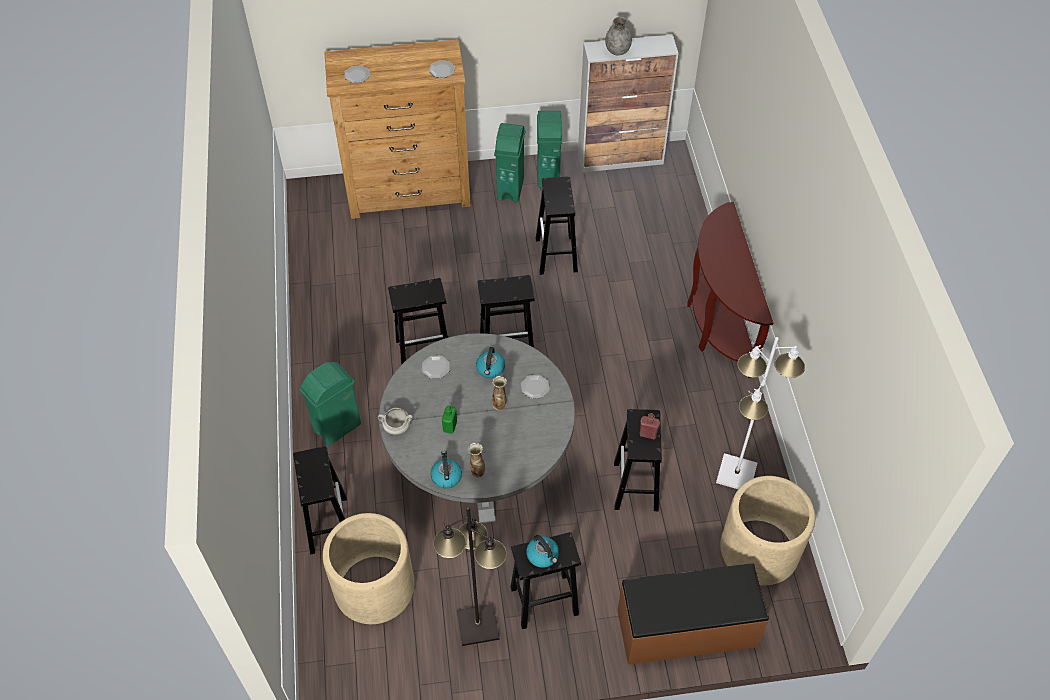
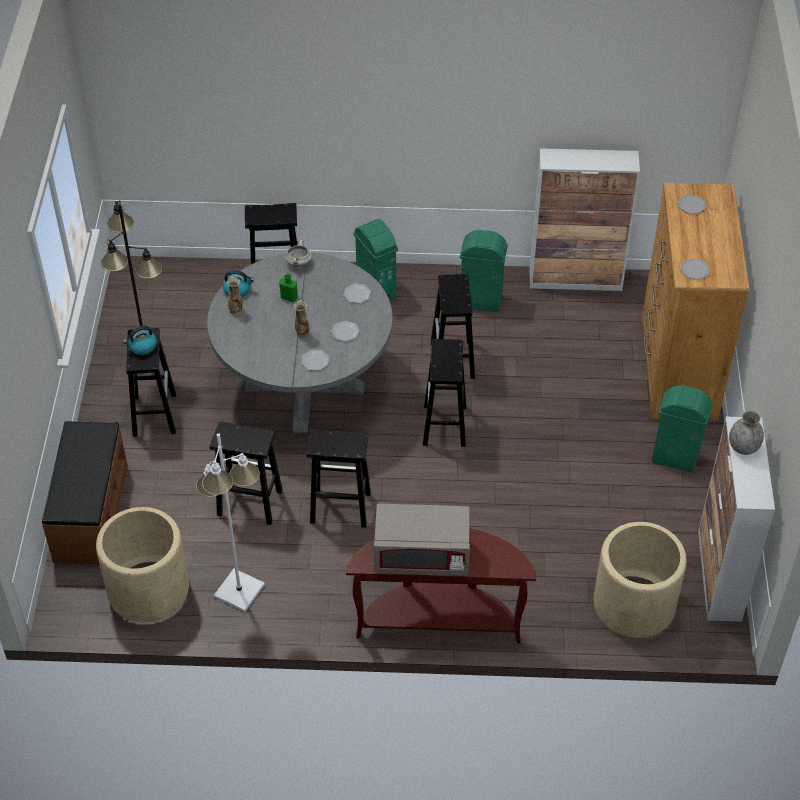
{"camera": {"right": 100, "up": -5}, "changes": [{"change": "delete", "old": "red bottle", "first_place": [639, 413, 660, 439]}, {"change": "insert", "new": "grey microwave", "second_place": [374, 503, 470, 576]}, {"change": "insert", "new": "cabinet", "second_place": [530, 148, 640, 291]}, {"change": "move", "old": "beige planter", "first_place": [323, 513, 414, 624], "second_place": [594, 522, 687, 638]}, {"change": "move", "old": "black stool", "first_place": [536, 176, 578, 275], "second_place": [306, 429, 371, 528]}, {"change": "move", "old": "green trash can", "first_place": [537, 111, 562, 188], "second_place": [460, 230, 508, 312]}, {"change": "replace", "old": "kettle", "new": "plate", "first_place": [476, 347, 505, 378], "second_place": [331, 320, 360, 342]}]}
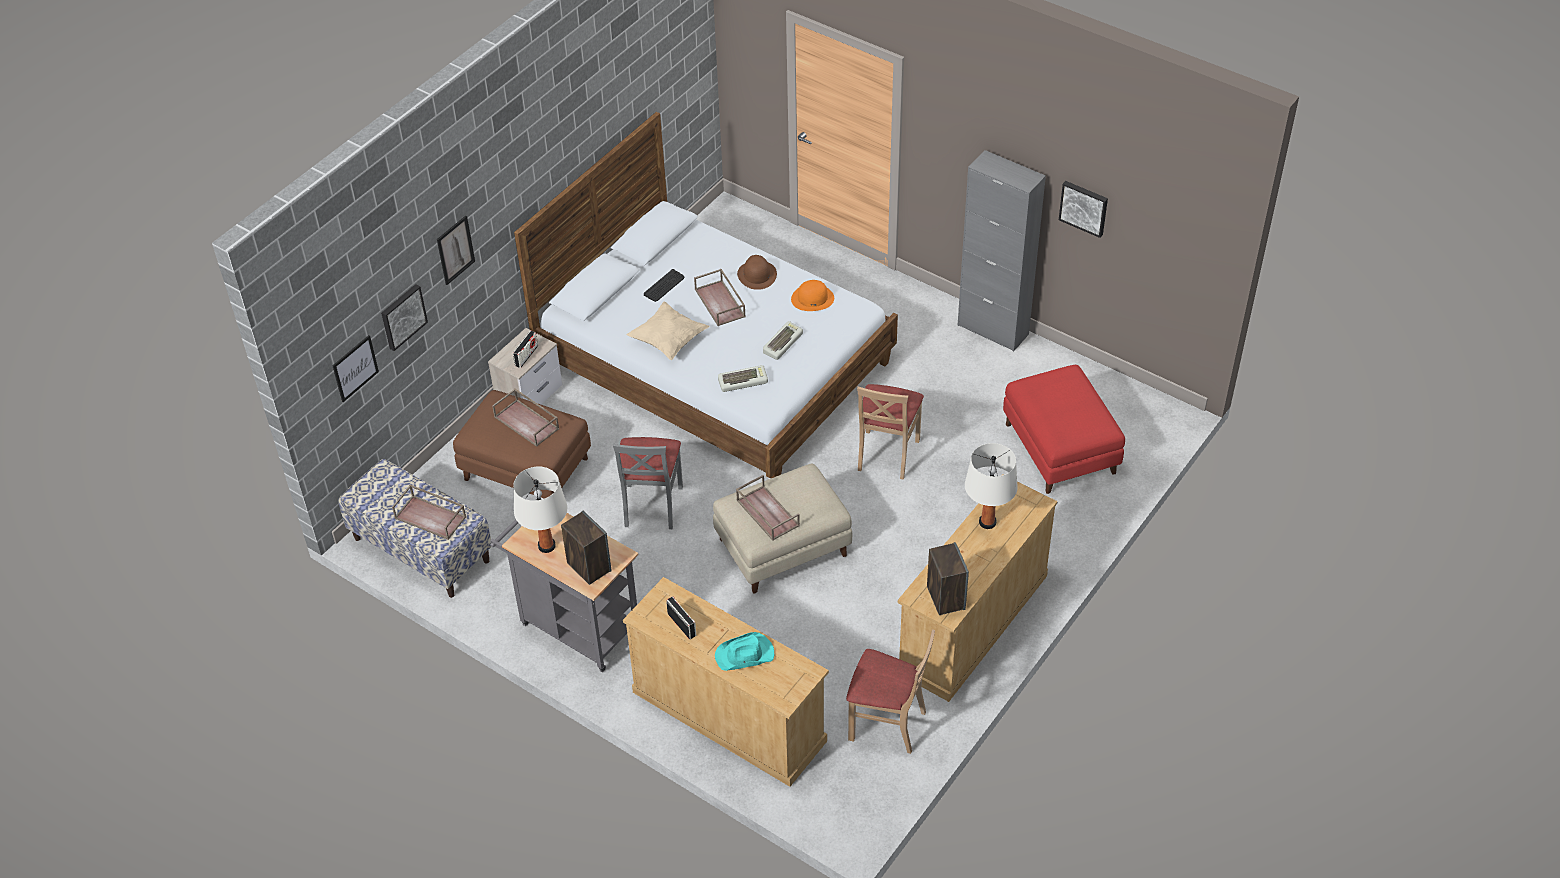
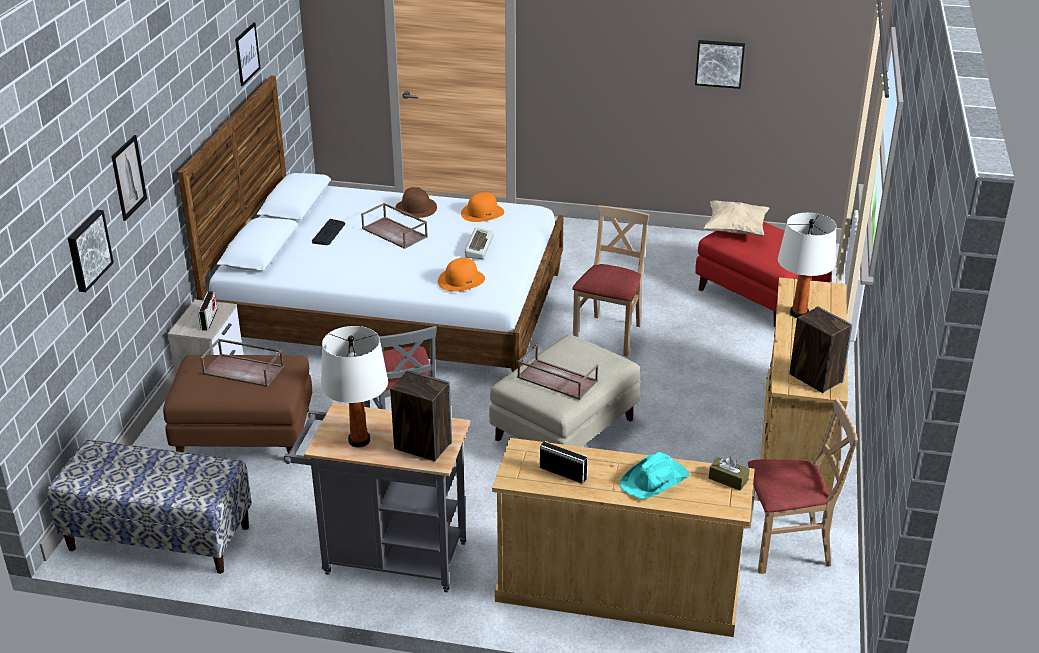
{"camera": {"right": -25, "up": -15}, "changes": [{"change": "delete", "old": "brown tray", "first_place": [392, 485, 466, 540]}, {"change": "delete", "old": "grey cabinet", "first_place": [958, 150, 1046, 352]}, {"change": "insert", "new": "brown tissue box", "second_place": [709, 457, 750, 491]}, {"change": "move", "old": "picture", "first_place": [332, 335, 379, 402], "second_place": [235, 22, 261, 86]}, {"change": "move", "old": "beige pillow", "first_place": [626, 301, 710, 360], "second_place": [704, 200, 769, 236]}, {"change": "replace", "old": "keyboard", "new": "orange hat", "first_place": [718, 365, 768, 392], "second_place": [438, 258, 485, 292]}, {"change": "rotate", "old": "beige chair", "first_place": [857, 384, 924, 480], "second_place": [572, 205, 649, 356], "degrees": -150}]}
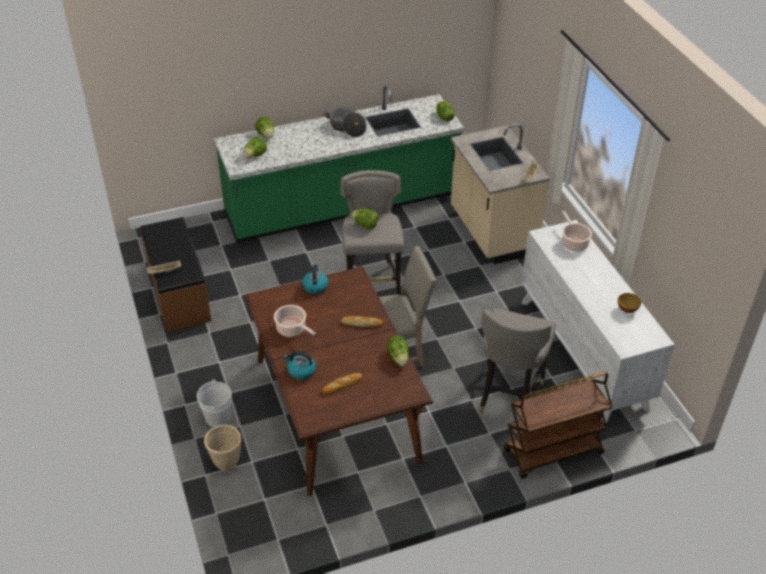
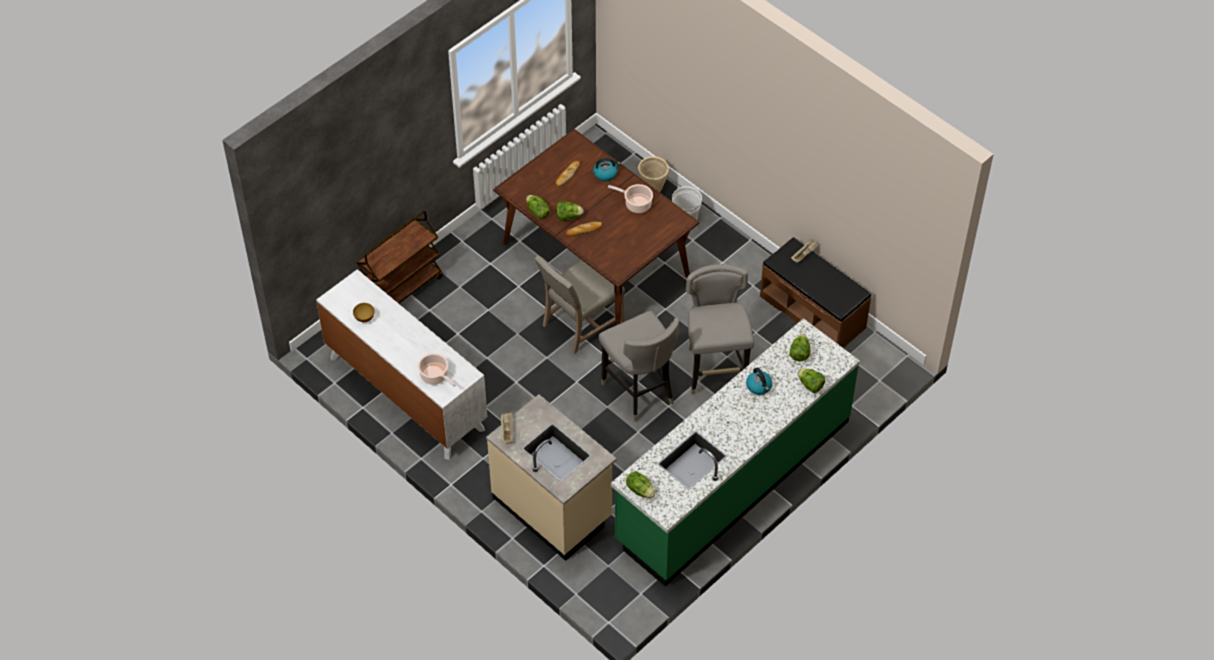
{"camera": {"right": 155, "up": 10}, "changes": [{"change": "delete", "old": "cooking pot", "first_place": [324, 107, 367, 137]}, {"change": "move", "old": "kettle", "first_place": [302, 264, 329, 294], "second_place": [746, 367, 772, 395]}, {"change": "move", "old": "lettuce", "first_place": [351, 209, 378, 229], "second_place": [556, 202, 584, 221]}, {"change": "move", "old": "grey stool", "first_place": [478, 308, 556, 414], "second_place": [686, 264, 754, 394]}]}
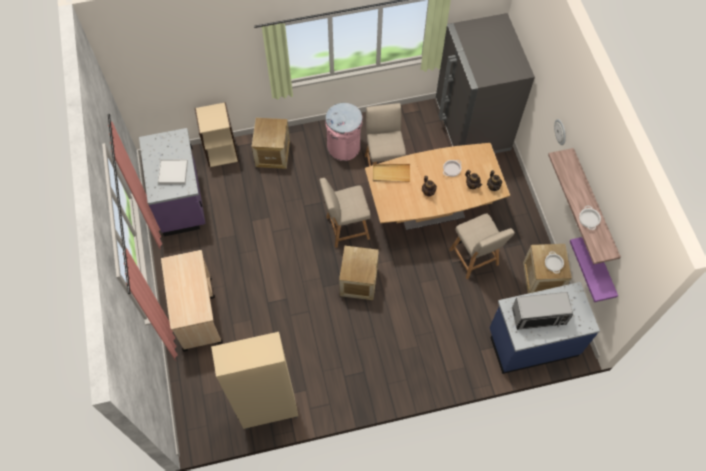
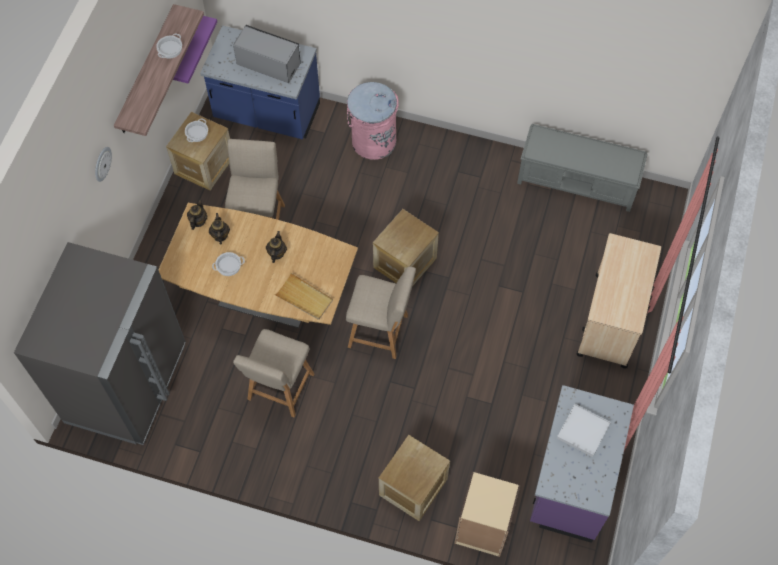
{"camera": {"right": -150, "up": 0}, "changes": [{"change": "move", "old": "pink trash can", "first_place": [325, 103, 363, 161], "second_place": [347, 82, 399, 160]}, {"change": "replace", "old": "beige cabinet", "new": "grey bench", "first_place": [211, 332, 298, 430], "second_place": [517, 124, 648, 212]}]}
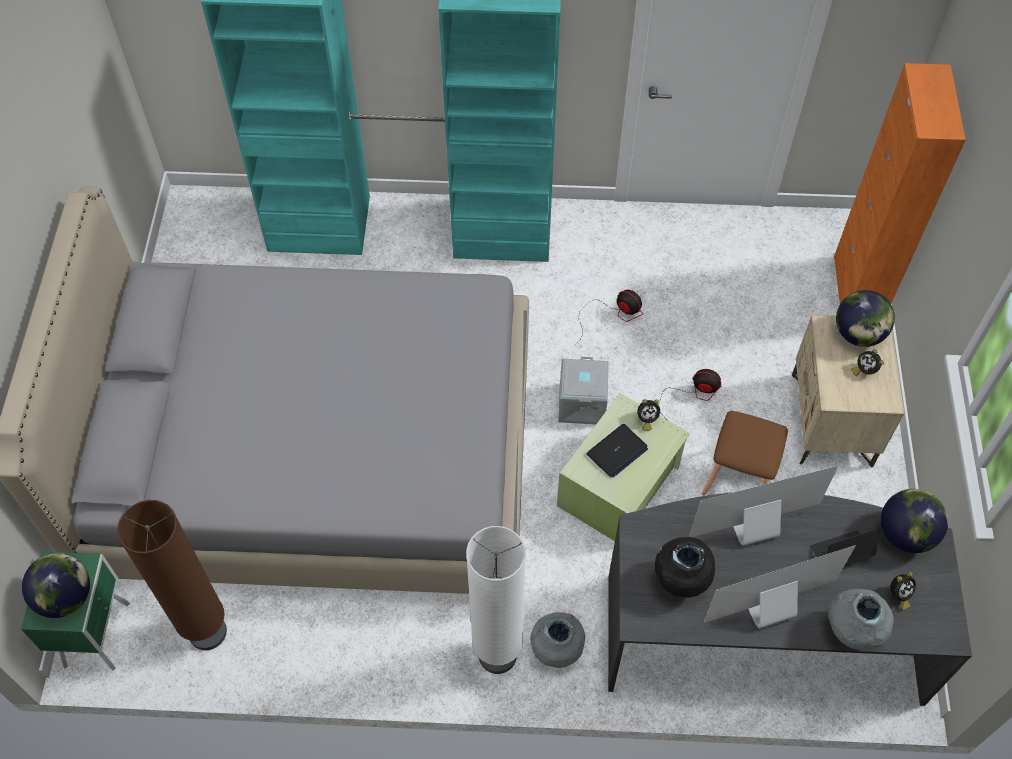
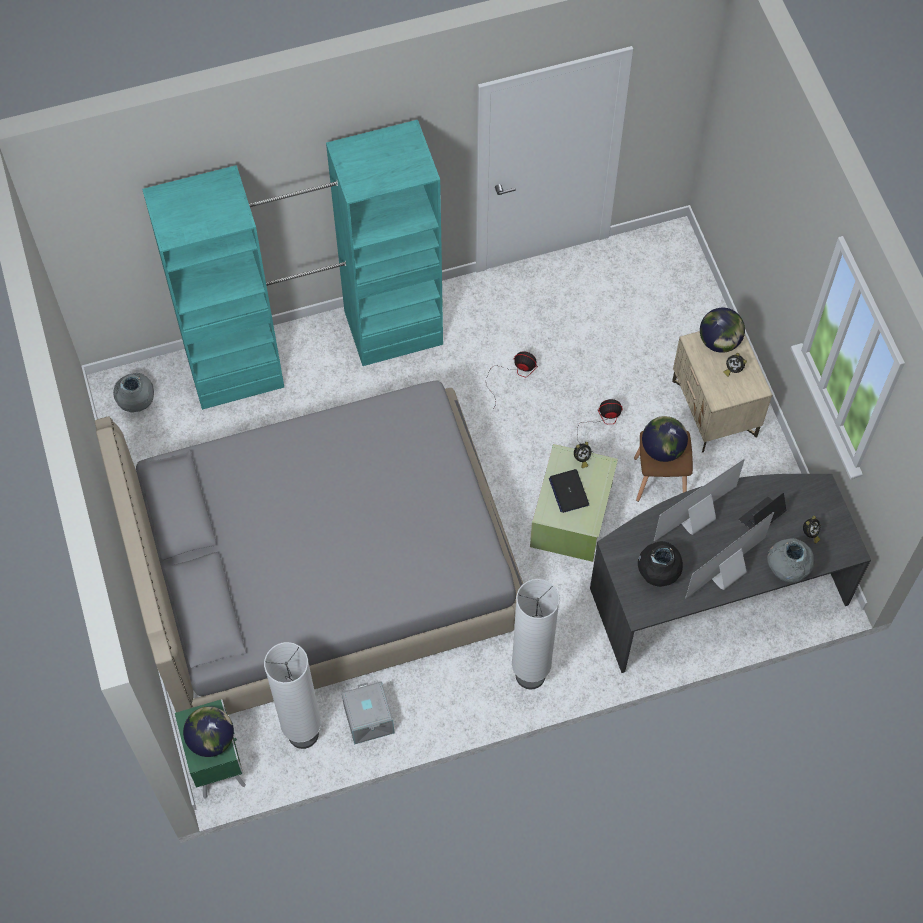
{"camera": {"right": -20, "up": 5}, "changes": [{"change": "delete", "old": "orange cabinet", "first_place": [834, 63, 966, 304]}, {"change": "move", "old": "grey vase", "first_place": [530, 612, 585, 668], "second_place": [113, 373, 154, 412]}, {"change": "move", "old": "grey storage box", "first_place": [558, 357, 609, 424], "second_place": [342, 682, 394, 745]}, {"change": "move", "old": "globe", "first_place": [881, 489, 948, 553], "second_place": [642, 416, 688, 462]}, {"change": "recolor", "old": "brown floor lamp", "new": "white floor lamp", "first_place": [117, 500, 227, 650], "second_place": [264, 642, 321, 749]}, {"change": "rotate", "old": "laptop", "first_place": [586, 424, 648, 478], "second_place": [549, 469, 589, 513], "degrees": 135}]}
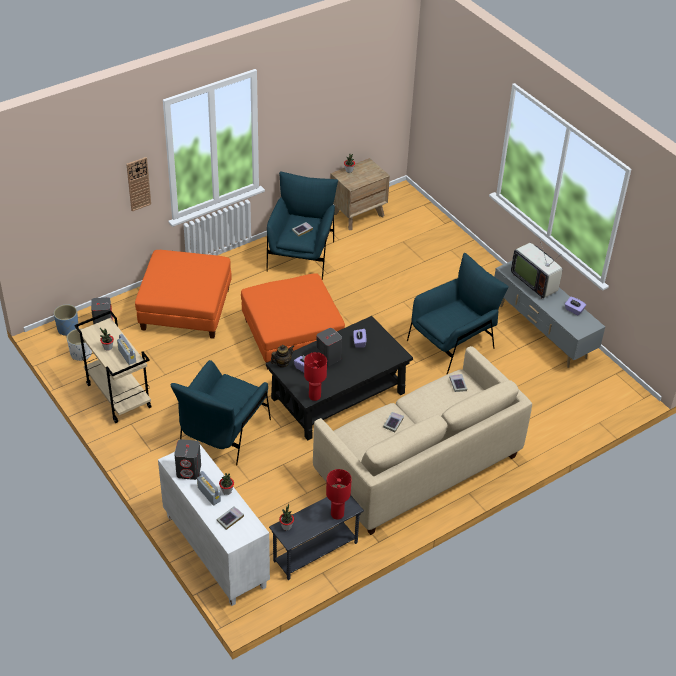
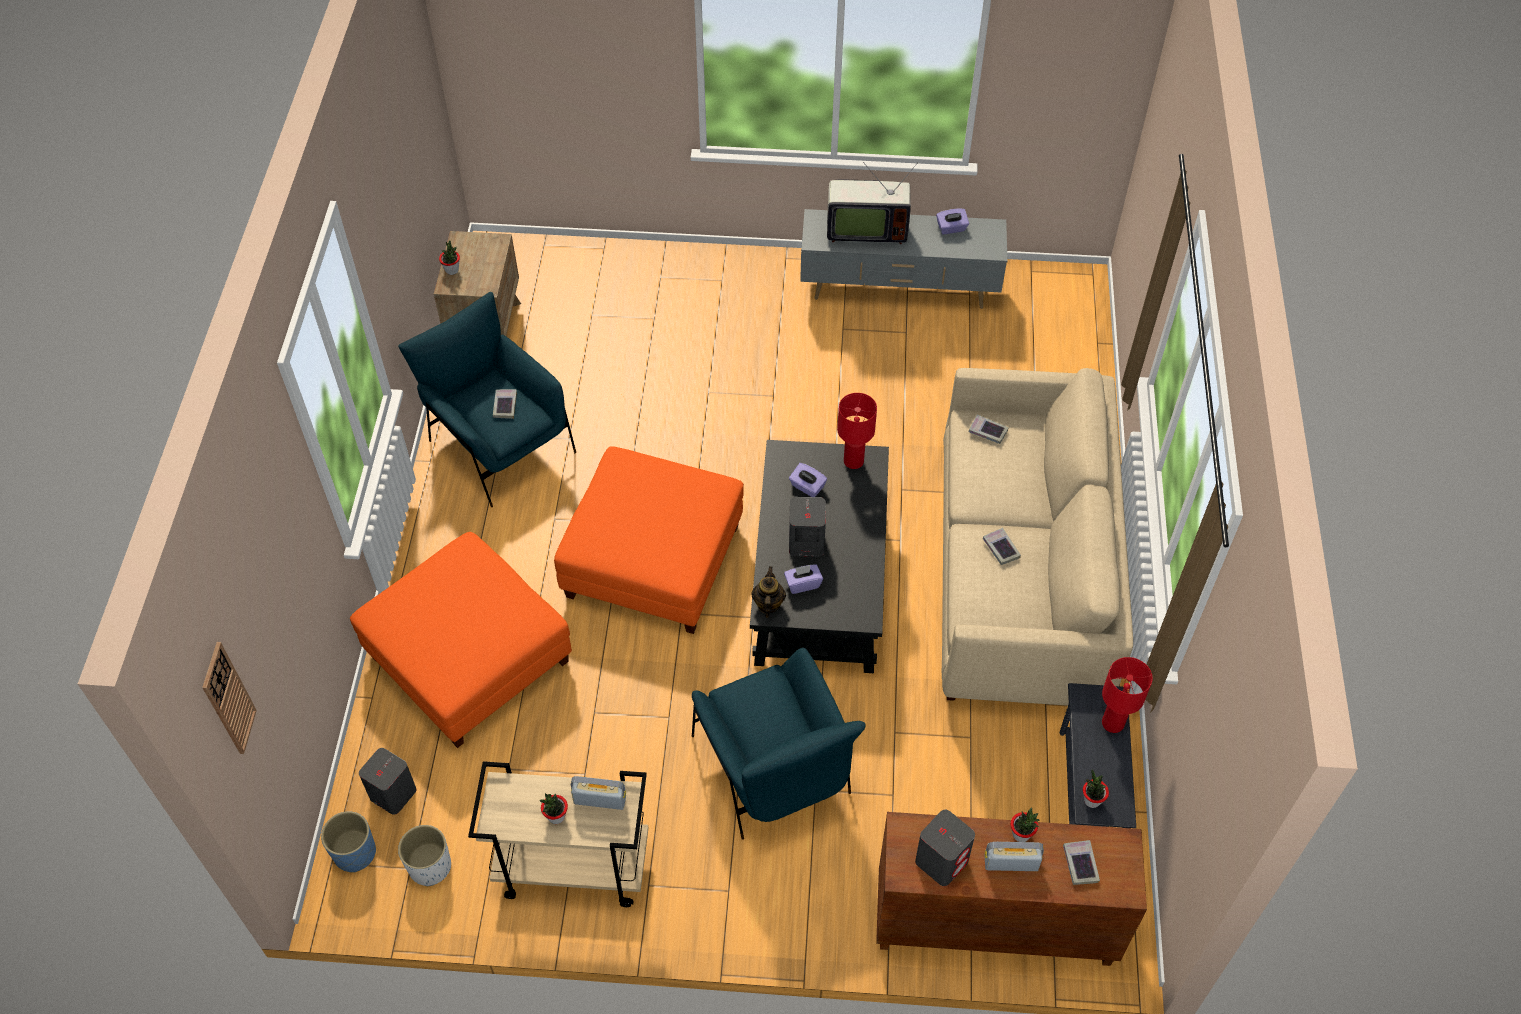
{"camera": {"right": -50, "up": 10}, "changes": [{"change": "delete", "old": "blue armchair", "first_place": [407, 253, 509, 375]}, {"change": "move", "old": "wall clock", "first_place": [126, 157, 151, 212], "second_place": [202, 642, 257, 754]}, {"change": "move", "old": "red table lamp", "first_place": [304, 352, 327, 401], "second_place": [837, 393, 877, 469]}, {"change": "recolor", "old": "white cabinet", "new": "brown cabinet", "first_place": [158, 445, 270, 606], "second_place": [876, 812, 1147, 966]}]}
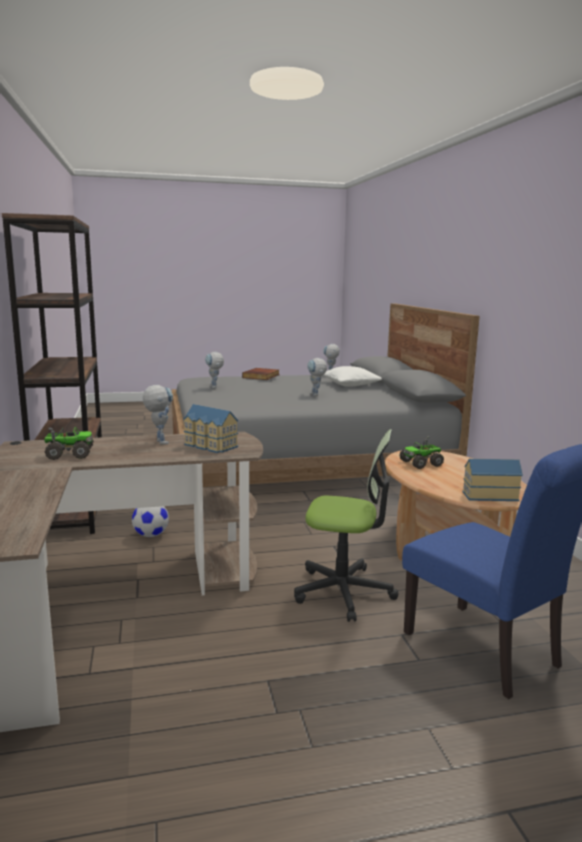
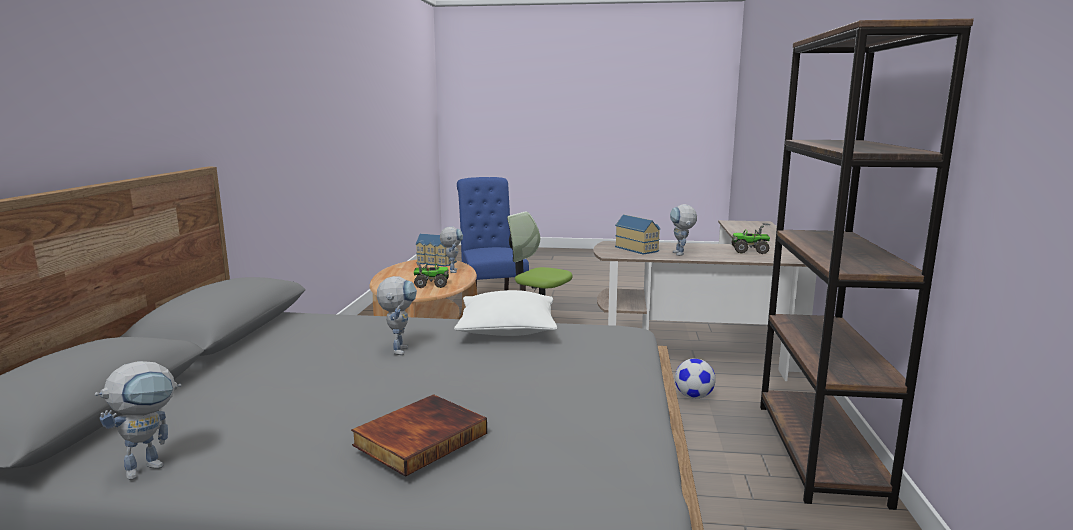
{"camera": {"right": -160, "up": 0}, "changes": [{"change": "move", "old": "toy robot", "first_place": [205, 352, 224, 388], "second_place": [440, 226, 463, 273]}, {"change": "move", "old": "white pillow", "first_place": [324, 366, 382, 387], "second_place": [454, 290, 557, 336]}]}
